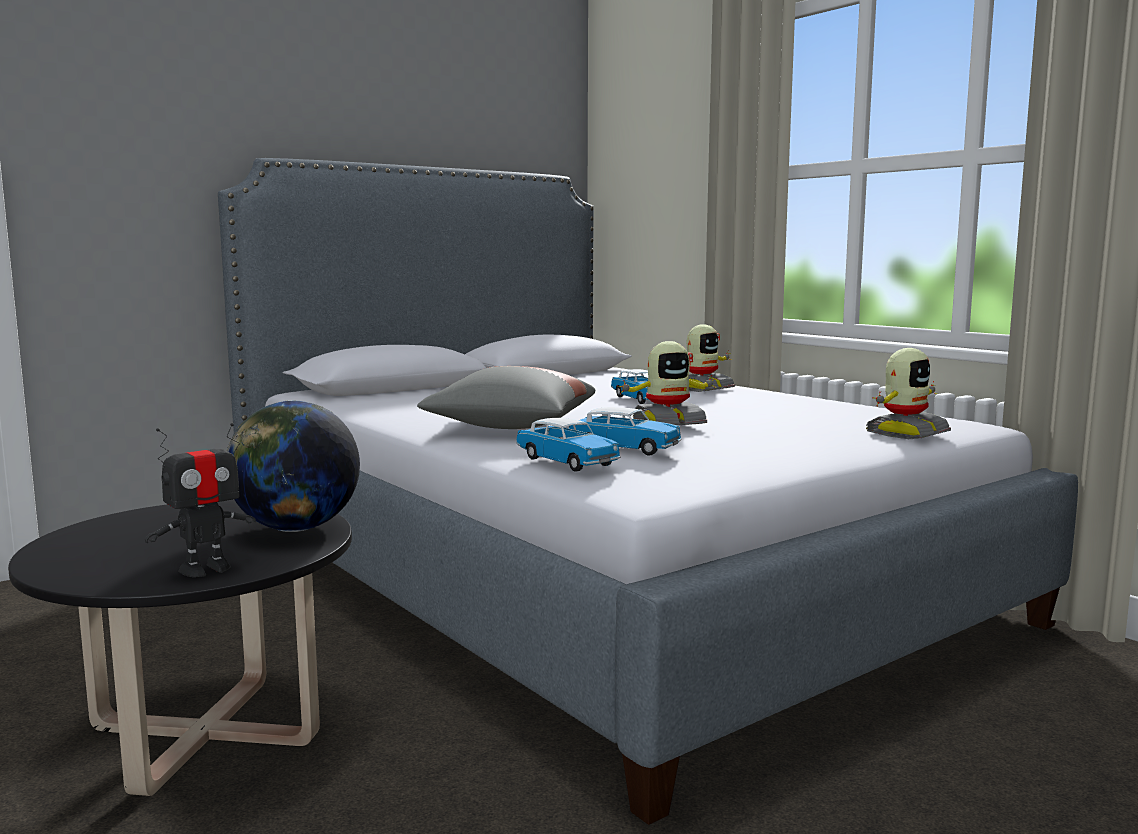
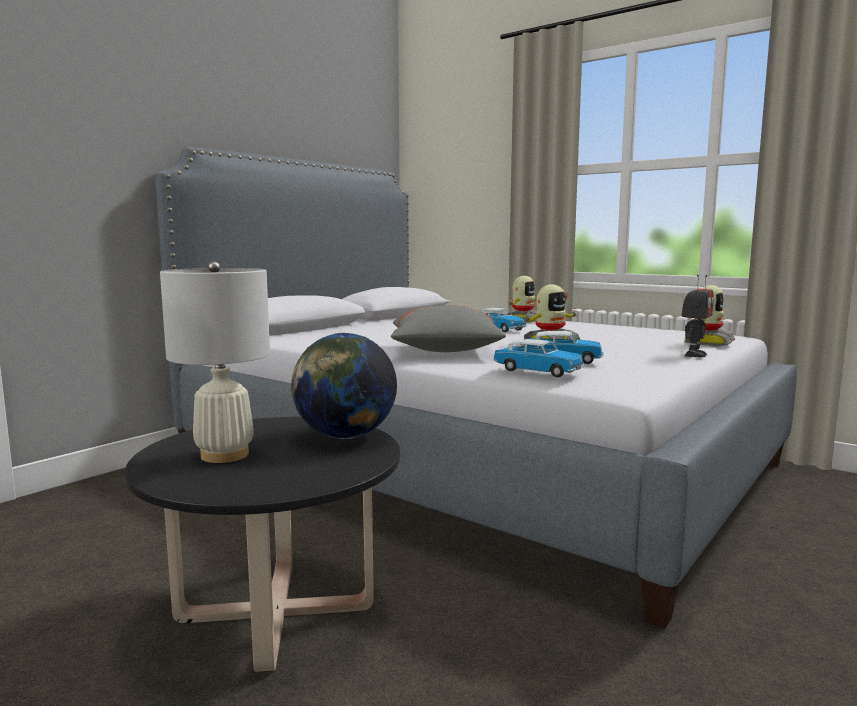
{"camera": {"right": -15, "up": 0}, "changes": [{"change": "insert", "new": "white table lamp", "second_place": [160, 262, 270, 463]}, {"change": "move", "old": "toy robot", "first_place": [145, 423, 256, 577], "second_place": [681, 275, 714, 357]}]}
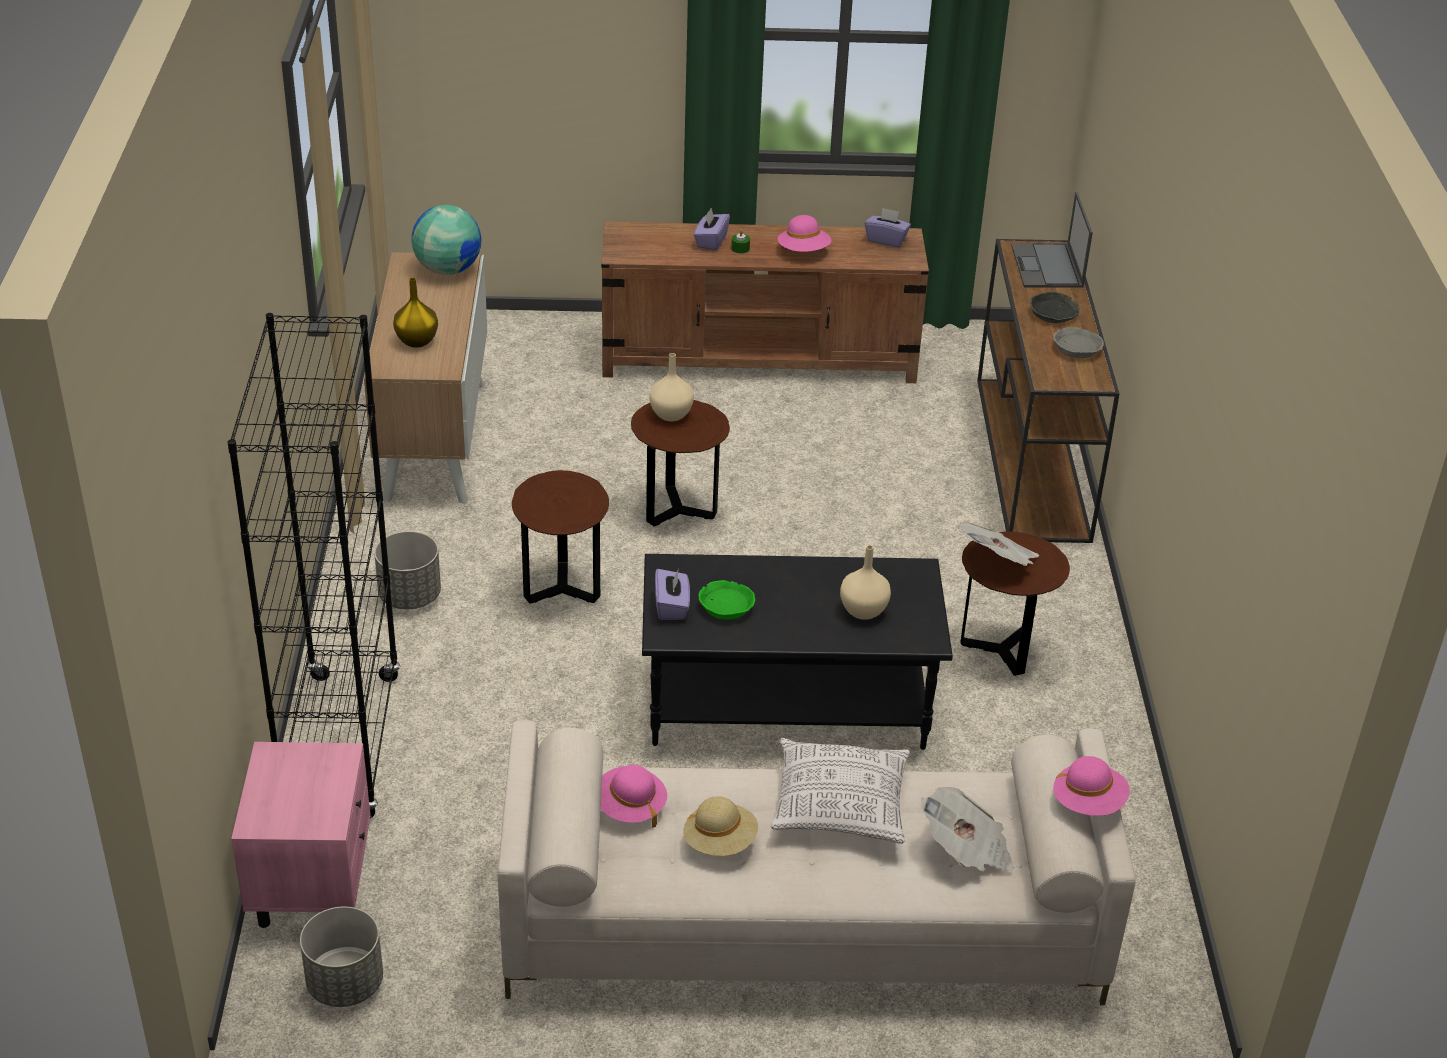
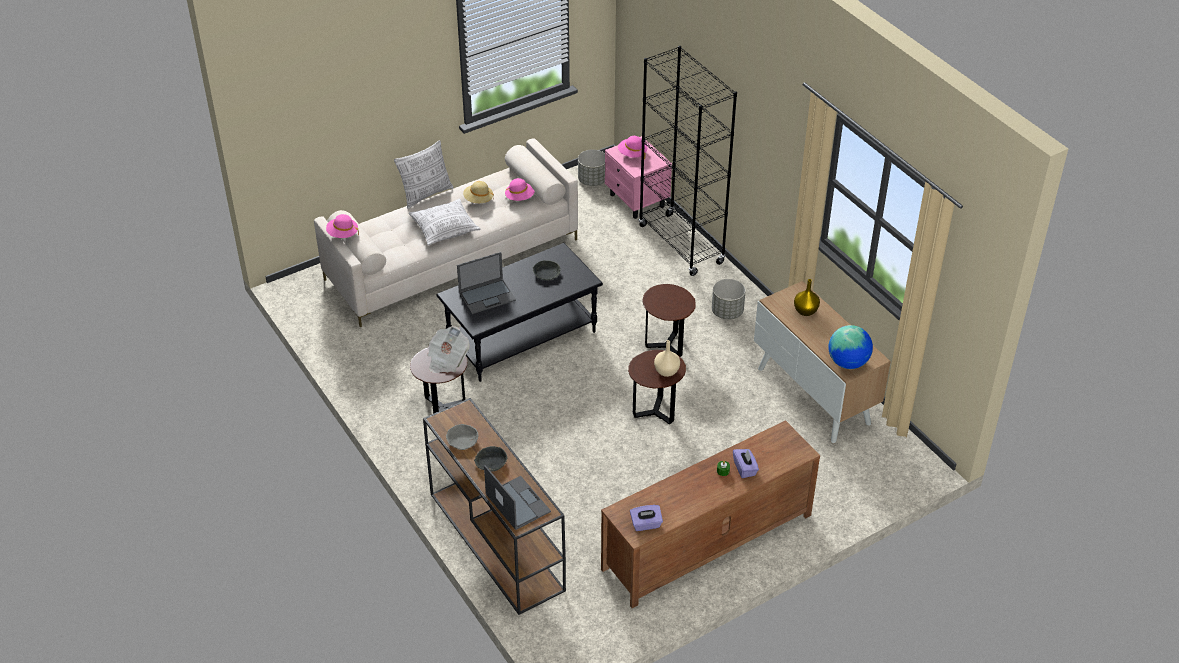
{"camera": {"right": 150, "up": 5}, "changes": [{"change": "delete", "old": "purple tissue box", "first_place": [655, 569, 690, 620]}, {"change": "delete", "old": "newspaper", "first_place": [921, 787, 1014, 871]}, {"change": "insert", "new": "pillow", "second_place": [394, 140, 454, 209]}, {"change": "move", "old": "pink hat", "first_place": [777, 215, 831, 252], "second_place": [618, 136, 647, 159]}, {"change": "replace", "old": "beige vase", "new": "laptop", "first_place": [840, 545, 891, 620], "second_place": [457, 252, 516, 314]}, {"change": "recolor", "old": "green bowl", "new": "grey bowl", "first_place": [698, 580, 755, 619], "second_place": [533, 260, 561, 281]}]}
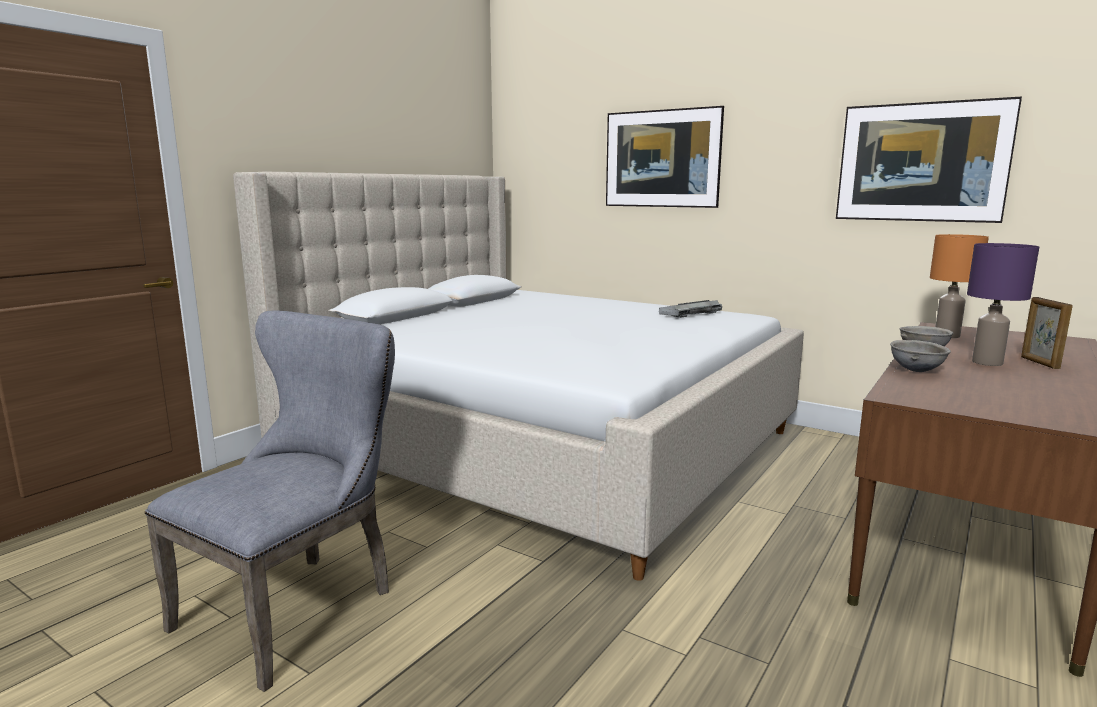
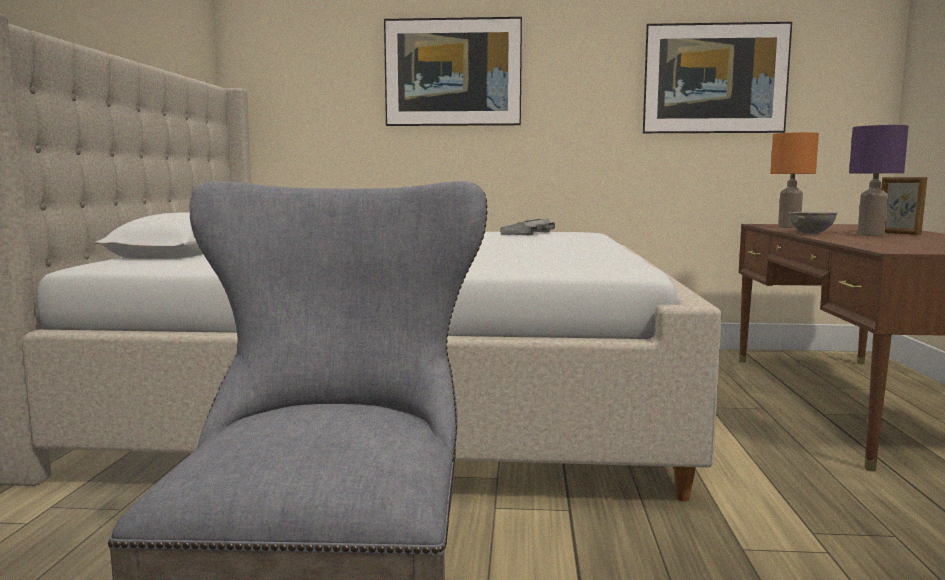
{"camera": {"right": -30, "up": -5}, "changes": [{"change": "delete", "old": "grey bowl", "first_place": [890, 340, 951, 372]}]}
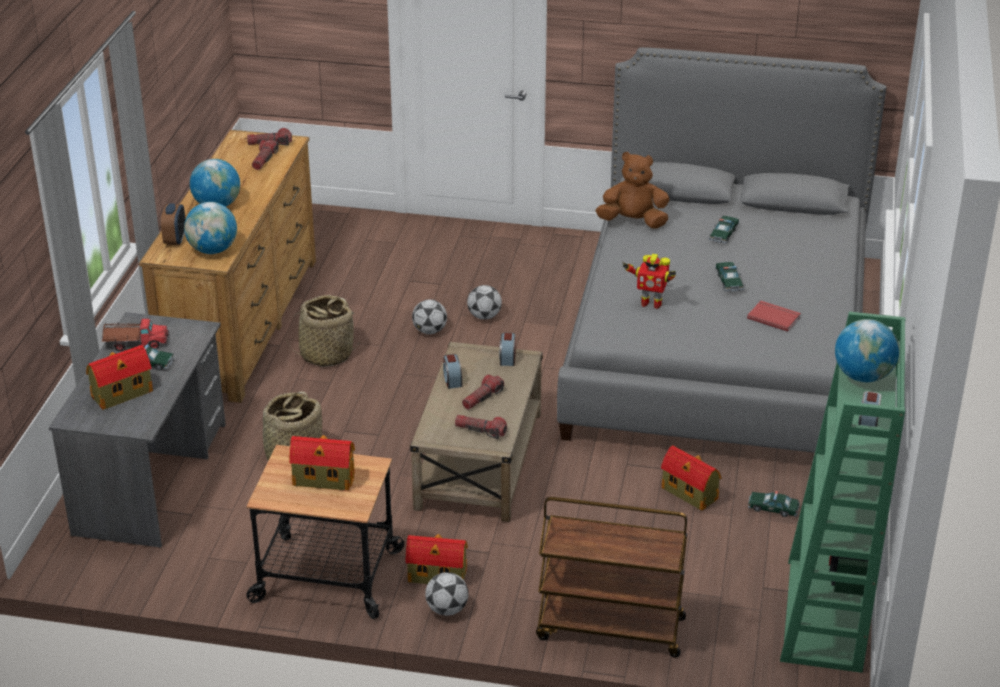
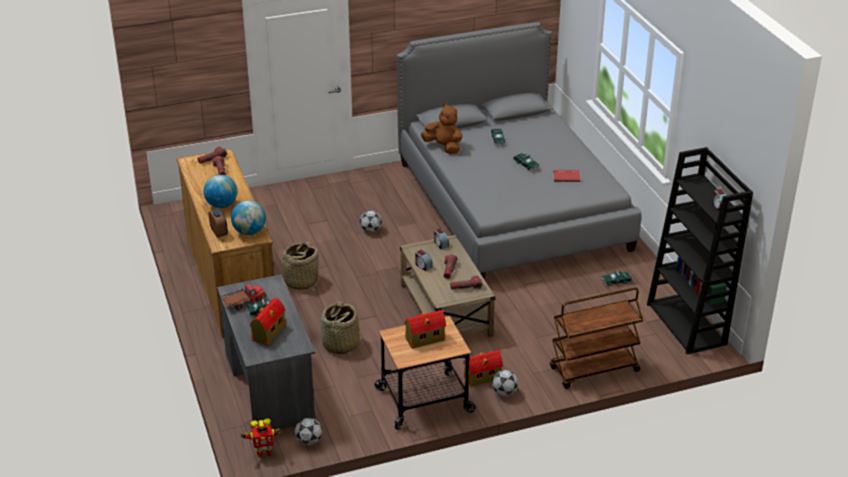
{"camera": {"right": -30, "up": 0}, "changes": [{"change": "delete", "old": "toy house", "first_place": [661, 446, 721, 511]}, {"change": "delete", "old": "globe", "first_place": [835, 319, 899, 382]}, {"change": "move", "old": "football", "first_place": [412, 299, 447, 334], "second_place": [295, 418, 322, 445]}, {"change": "move", "old": "toy robot", "first_place": [622, 254, 676, 309], "second_place": [240, 419, 281, 457]}, {"change": "recolor", "old": "green bookcase", "new": "black bookcase", "first_place": [780, 311, 906, 673], "second_place": [647, 147, 753, 354]}, {"change": "rotate", "old": "brown plush toy", "first_place": [596, 152, 669, 229], "second_place": [421, 103, 462, 154], "degrees": 60}]}
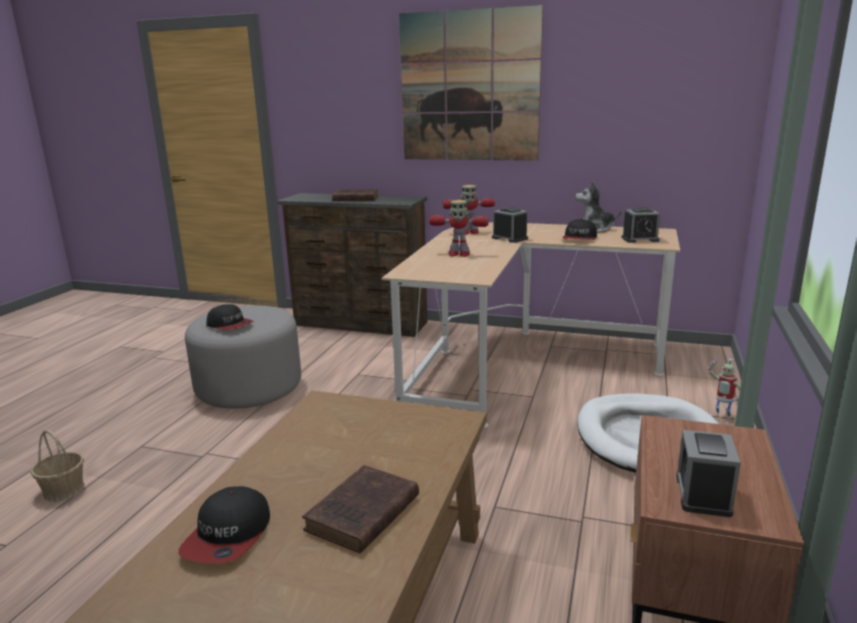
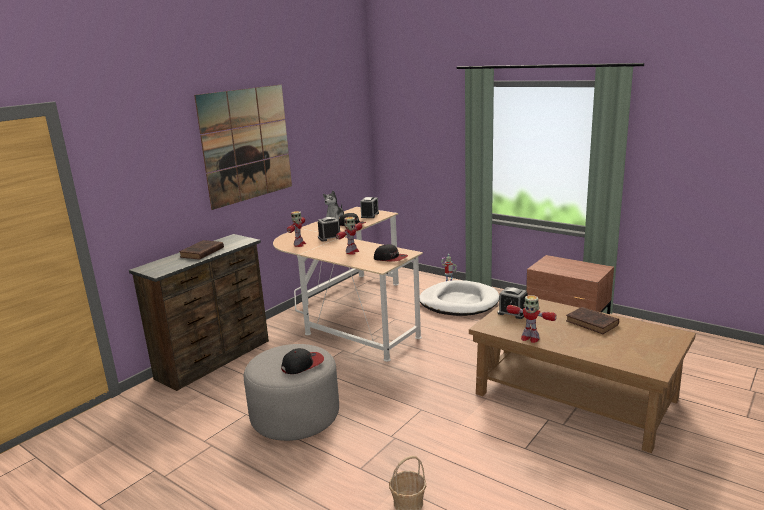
{"camera": {"right": -70, "up": 0}, "changes": [{"change": "insert", "new": "toy robot", "second_place": [506, 295, 557, 343]}, {"change": "move", "old": "cap", "first_place": [179, 486, 270, 563], "second_place": [374, 244, 408, 262]}, {"change": "move", "old": "alarm clock", "first_place": [676, 430, 741, 517], "second_place": [498, 287, 527, 319]}]}
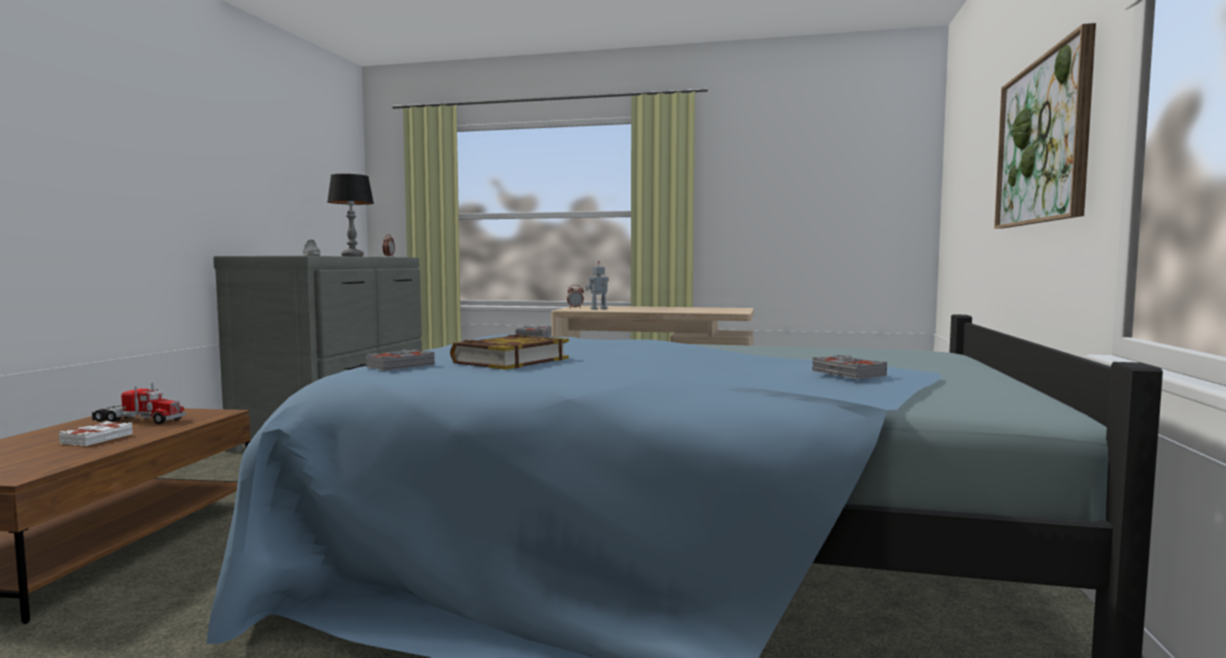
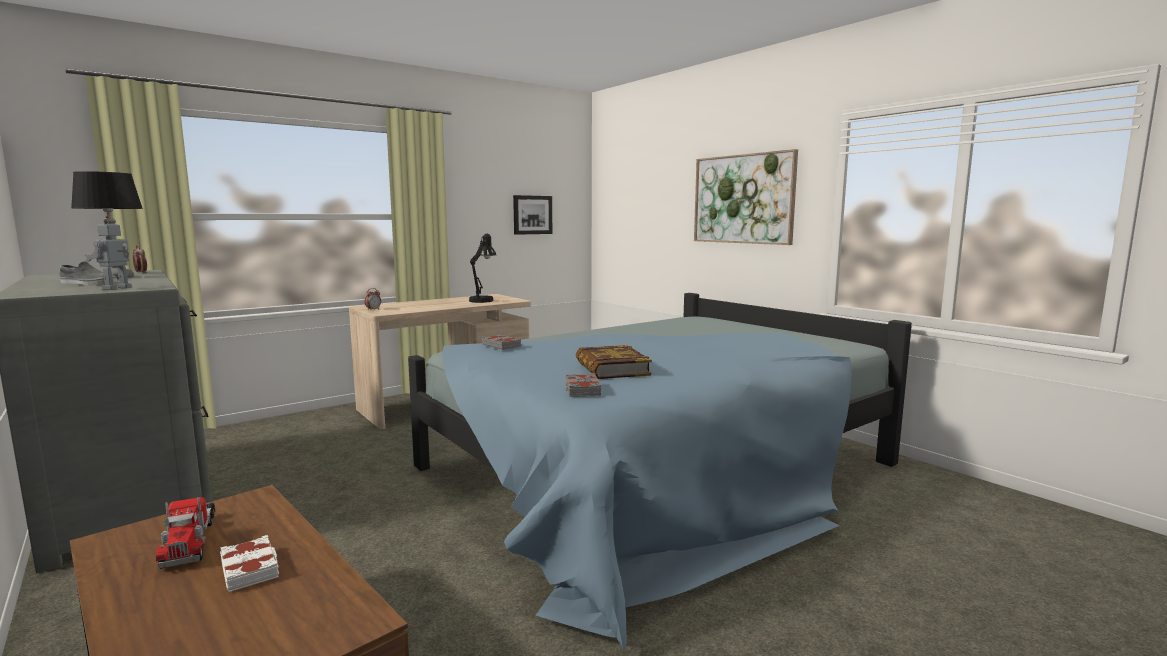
{"camera": {"right": -50, "up": 5}, "changes": [{"change": "delete", "old": "grey book", "first_place": [812, 355, 887, 379]}, {"change": "insert", "new": "black table lamp", "second_place": [469, 234, 496, 303]}, {"change": "insert", "new": "picture", "second_place": [513, 195, 552, 235]}, {"change": "move", "old": "toy robot", "first_place": [586, 261, 609, 310], "second_place": [85, 216, 132, 290]}, {"change": "rotate", "old": "toy truck", "first_place": [92, 382, 186, 424], "second_place": [156, 497, 215, 569], "degrees": 105}]}
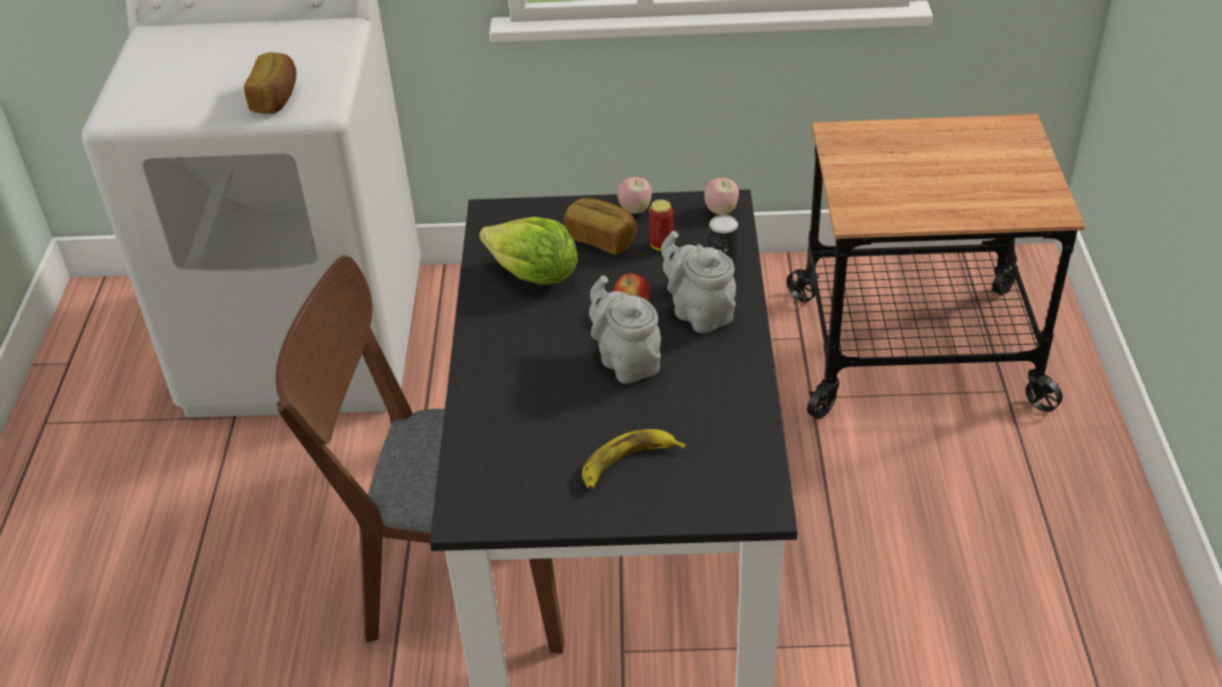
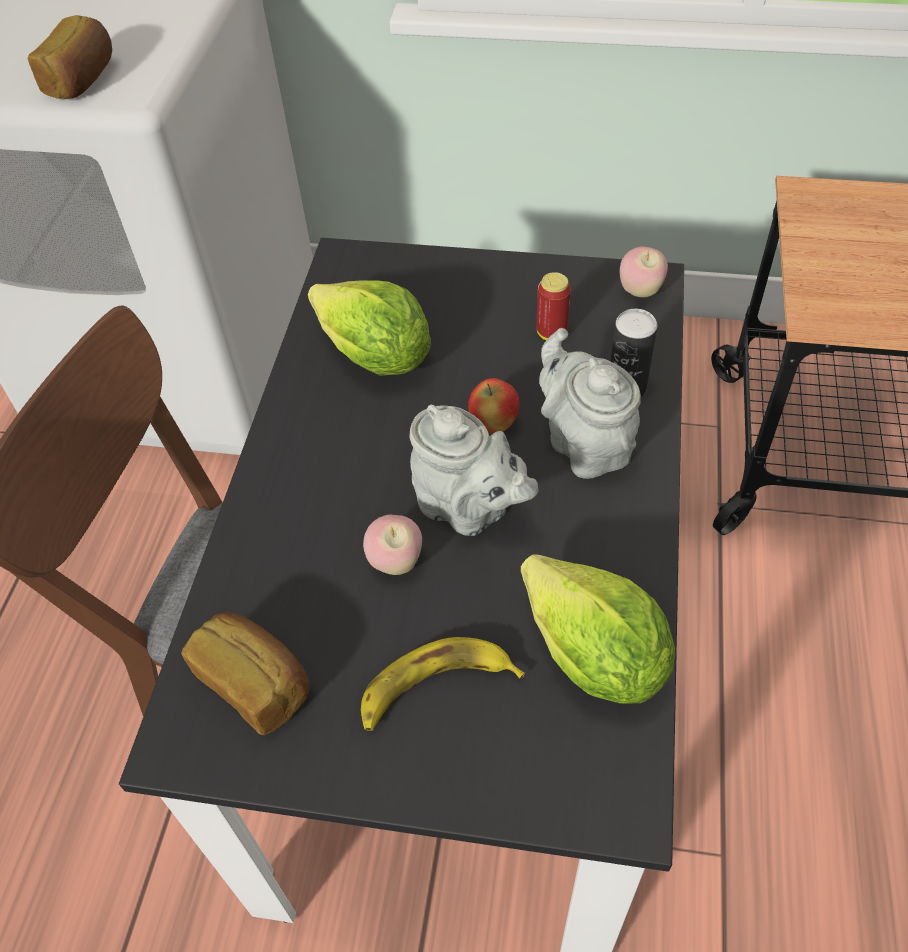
{"camera": {"right": 10, "up": 10}, "changes": [{"change": "insert", "new": "lettuce", "second_place": [521, 554, 675, 704]}, {"change": "move", "old": "bread", "first_place": [564, 198, 637, 255], "second_place": [181, 612, 310, 735]}, {"change": "move", "old": "apple", "first_place": [617, 177, 652, 214], "second_place": [363, 515, 422, 575]}, {"change": "rotate", "old": "grey teapot", "first_place": [589, 275, 661, 384], "second_place": [409, 405, 538, 536], "degrees": 150}]}
